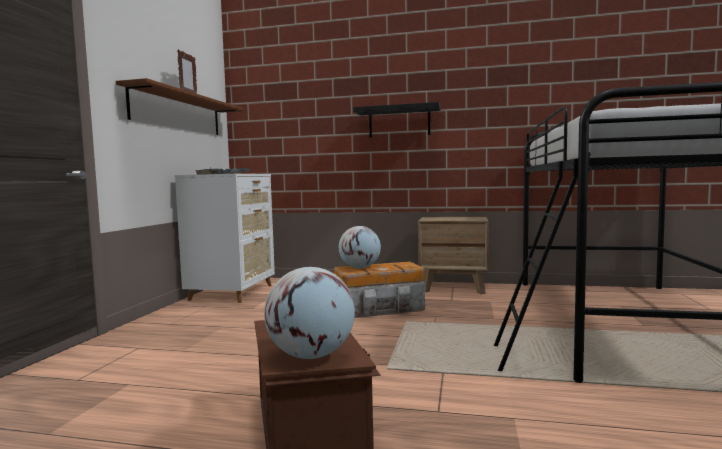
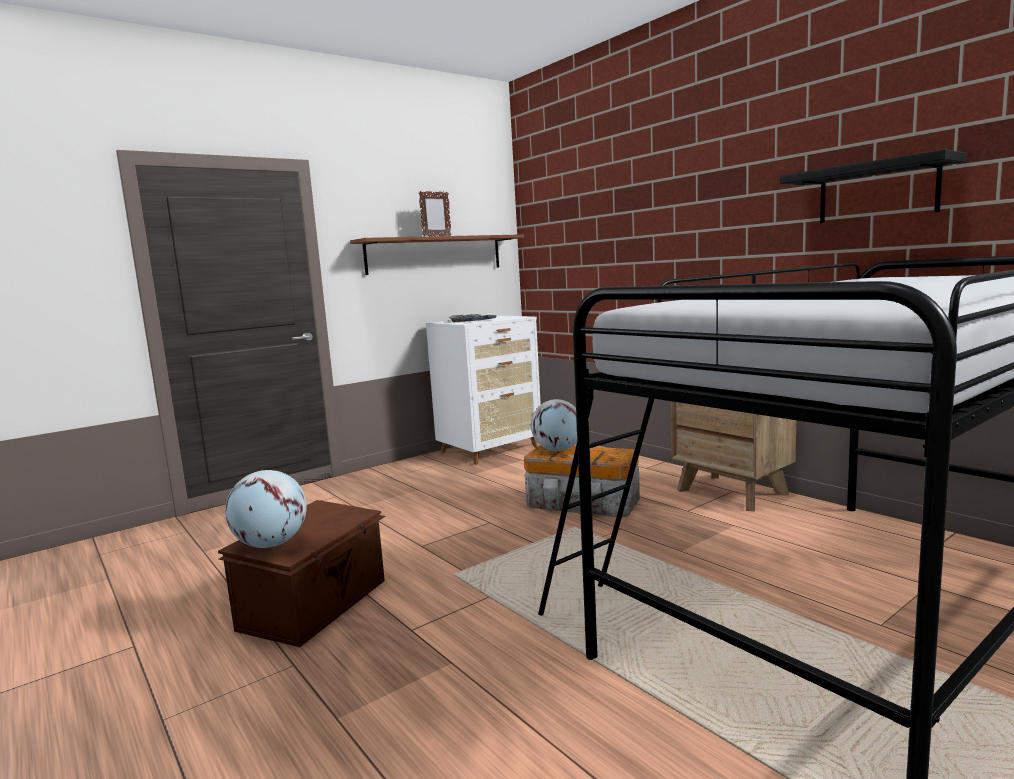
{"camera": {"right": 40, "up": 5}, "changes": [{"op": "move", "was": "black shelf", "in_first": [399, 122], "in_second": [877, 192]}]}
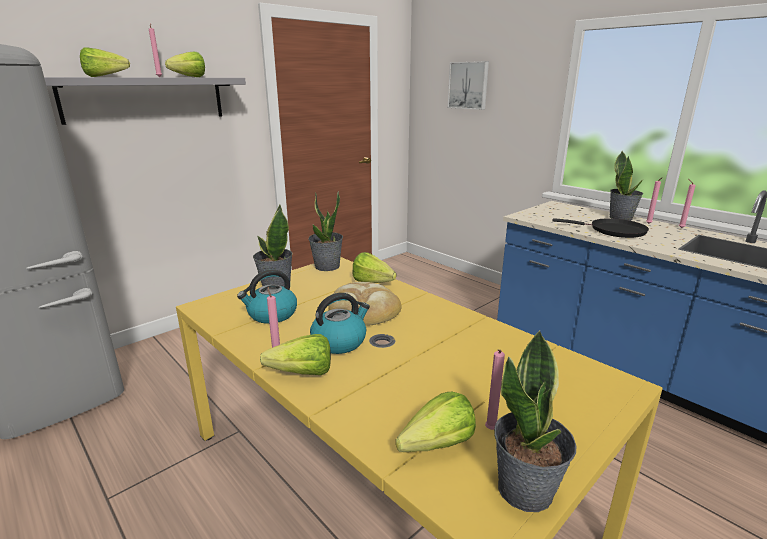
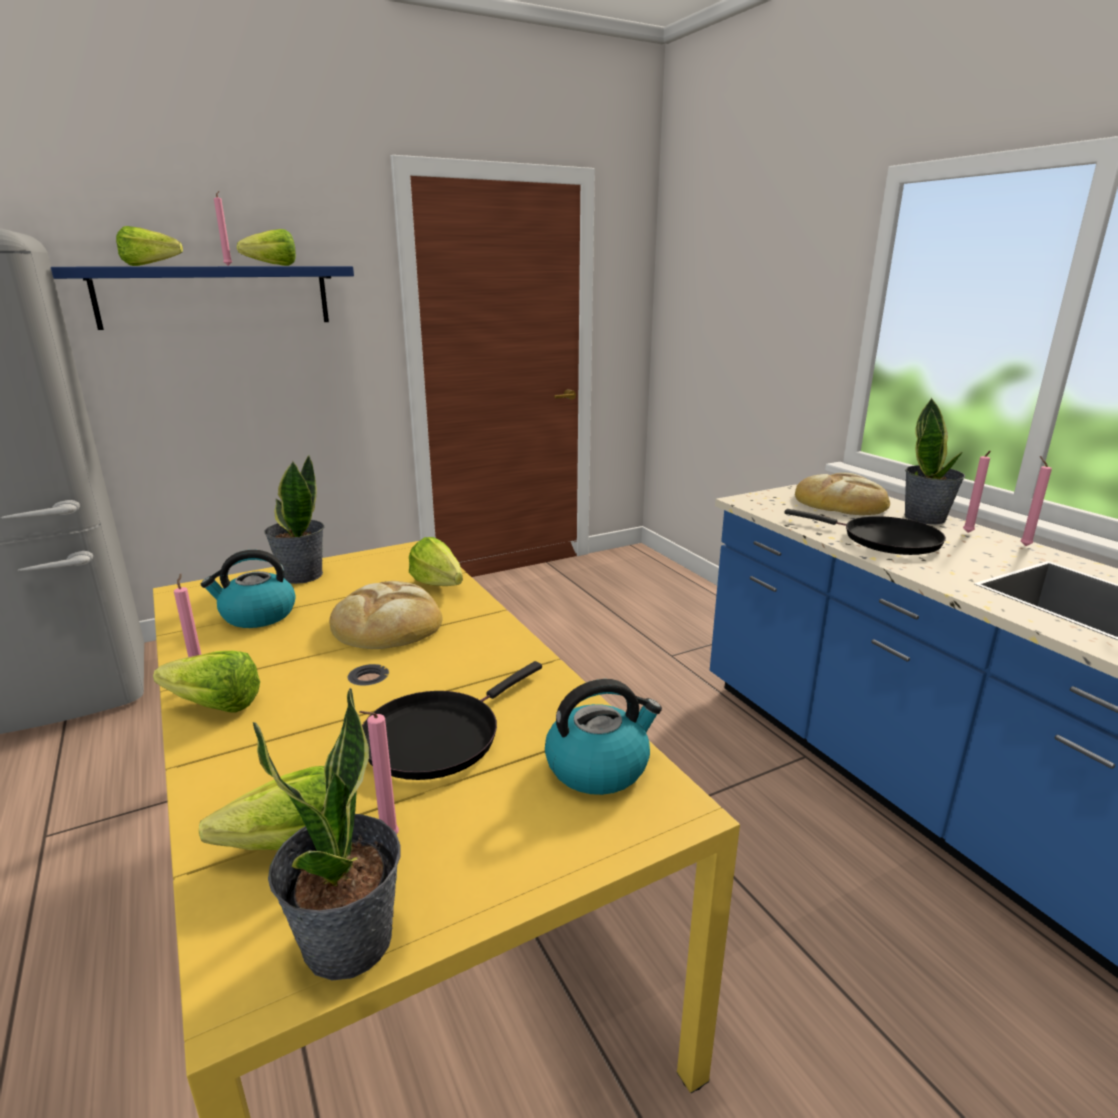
{"camera": {"right": 15, "up": 0}, "changes": [{"op": "recolor", "was": "grey shelf", "now": "blue shelf", "in_first": [146, 99], "in_second": [215, 296]}, {"op": "insert", "now": "black frying pan", "in_second": [437, 736]}, {"op": "move", "was": "kettle", "in_first": [339, 341], "in_second": [598, 766]}, {"op": "insert", "now": "bread", "in_second": [840, 502]}, {"op": "delete", "was": "potted plant", "in_first": [327, 266]}, {"op": "delete", "was": "picture", "in_first": [468, 85]}]}
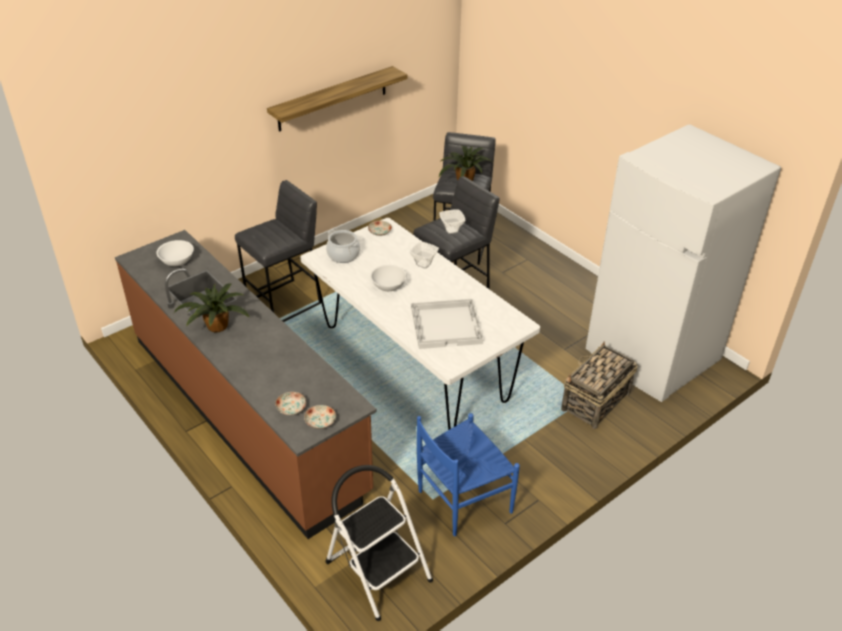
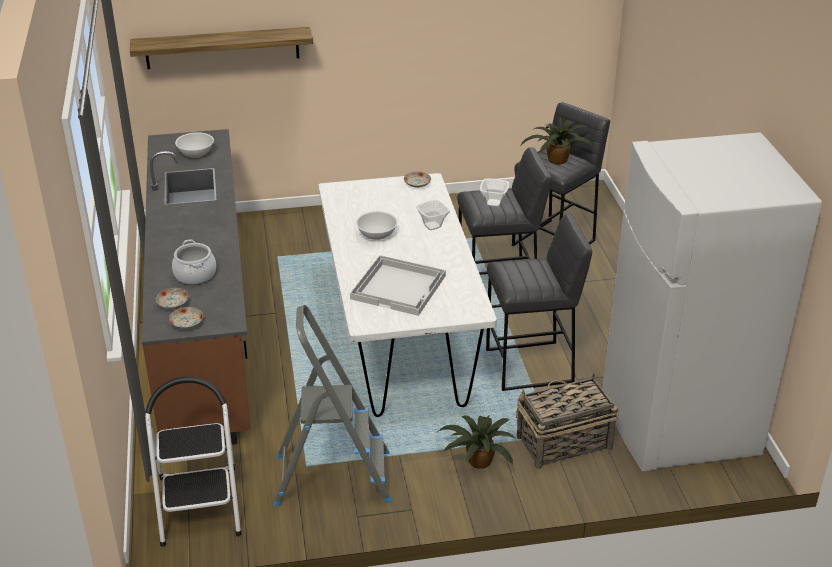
{"camera": {"right": 30, "up": -5}, "changes": [{"op": "move", "was": "shelf", "in_first": [332, 99], "in_second": [222, 48]}, {"op": "move", "was": "cooking pot", "in_first": [343, 255], "in_second": [195, 275]}, {"op": "replace", "was": "blue chair", "now": "grey step ladder", "in_first": [462, 500], "in_second": [334, 478]}, {"op": "move", "was": "potted plant", "in_first": [215, 327], "in_second": [477, 461]}, {"op": "move", "was": "grey stool", "in_first": [285, 302], "in_second": [531, 366]}]}
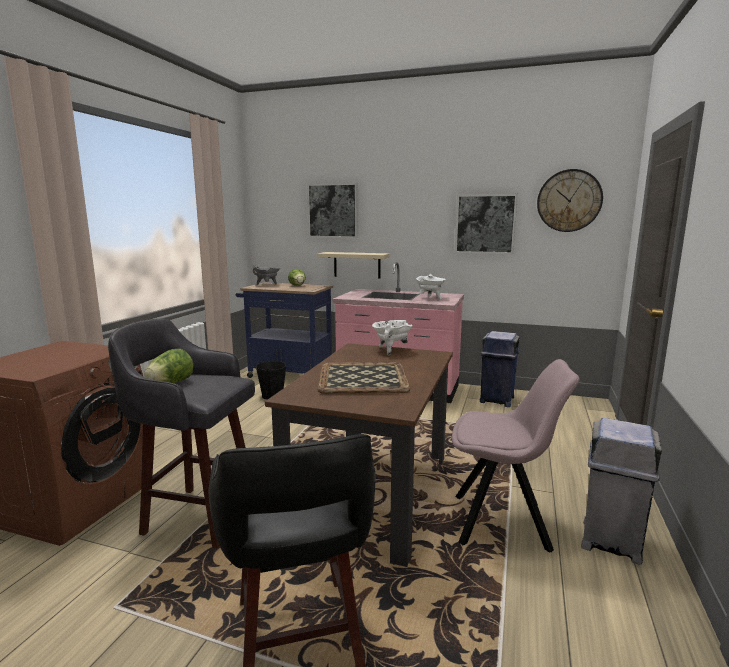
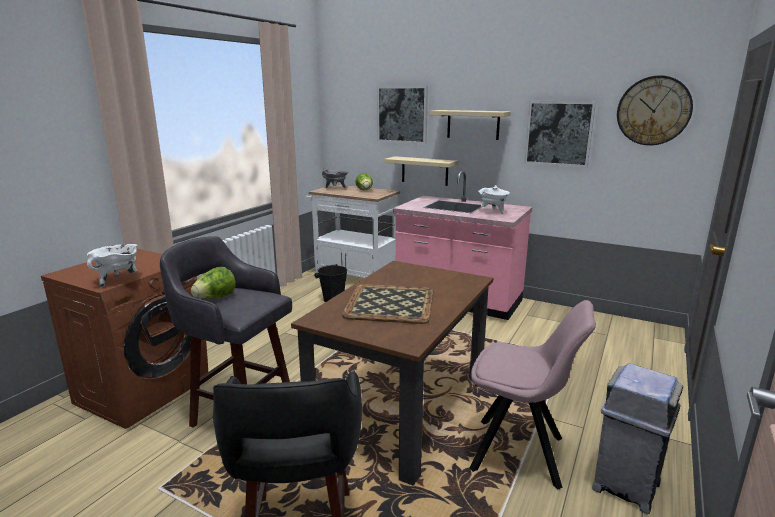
{"camera": {"right": 10, "up": 5}, "changes": [{"op": "move", "was": "white cooking pot", "in_first": [391, 350], "in_second": [118, 280]}, {"op": "recolor", "was": "blue cart", "now": "white cart", "in_first": [287, 374], "in_second": [353, 277]}, {"op": "insert", "now": "beige shelf", "in_second": [473, 124]}, {"op": "delete", "was": "blue trash can", "in_first": [496, 400]}]}
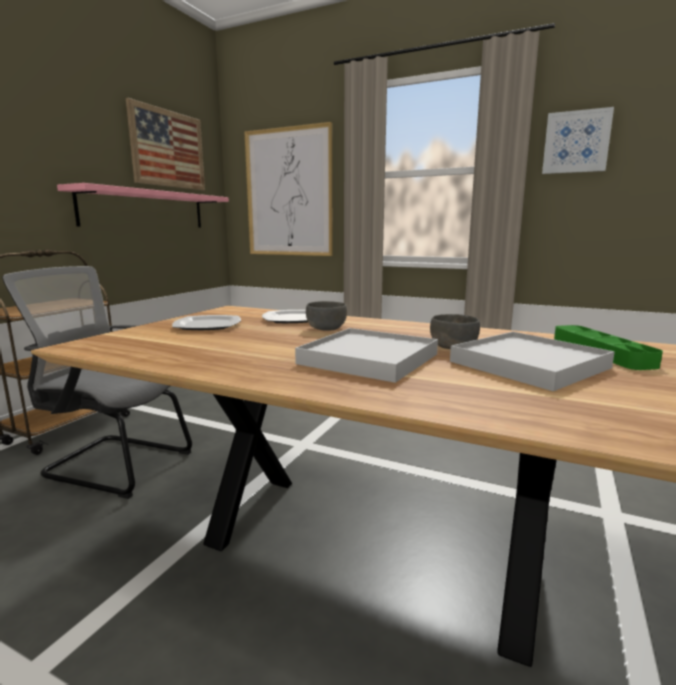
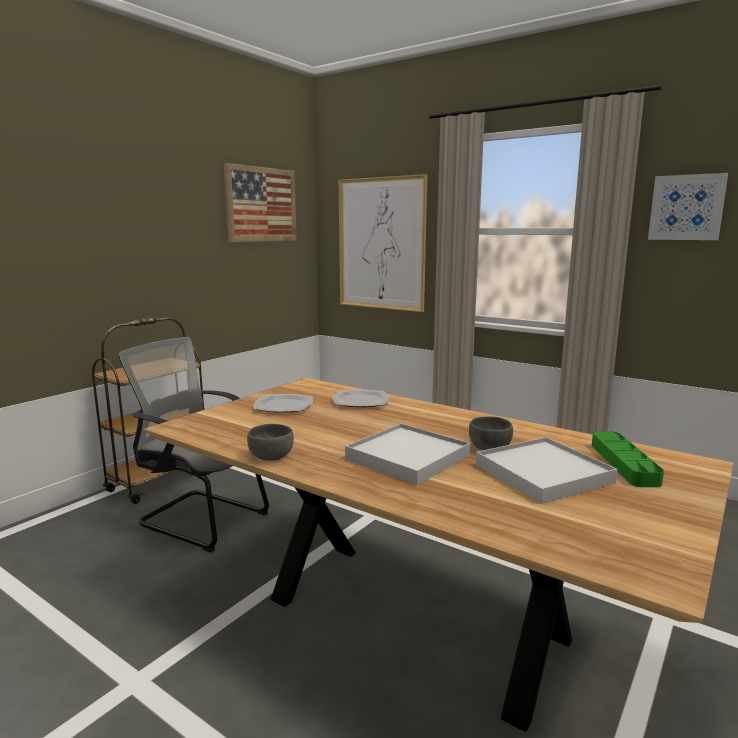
{"camera": {"right": 10, "up": 0}, "changes": [{"op": "move", "was": "grey bowl", "in_first": [327, 329], "in_second": [271, 456]}, {"op": "delete", "was": "pink shelf", "in_first": [145, 209]}]}
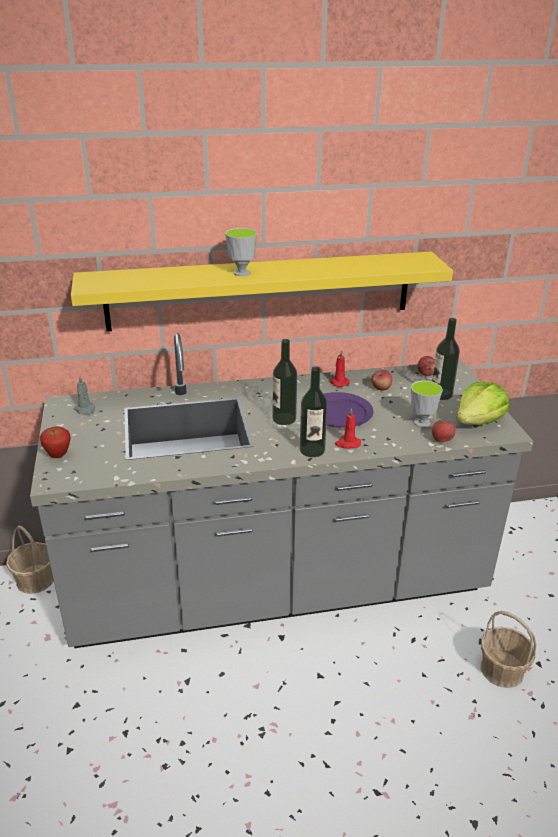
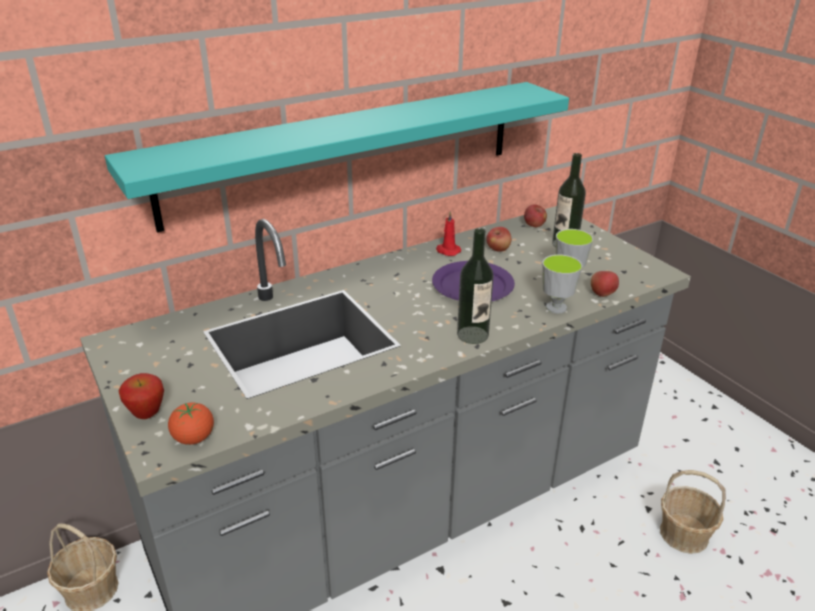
{"camera": {"right": -20, "up": 0}, "changes": [{"op": "recolor", "was": "yellow shelf", "now": "turquoise shelf", "in_first": [260, 291], "in_second": [346, 151]}, {"op": "insert", "now": "tomato", "in_second": [194, 438]}, {"op": "move", "was": "cup", "in_first": [242, 273], "in_second": [556, 307]}, {"op": "delete", "was": "grey candle", "in_first": [85, 410]}, {"op": "delete", "was": "bottle", "in_first": [284, 418]}, {"op": "delete", "was": "red candle", "in_first": [347, 443]}, {"op": "delete", "was": "lettuce", "in_first": [478, 421]}]}
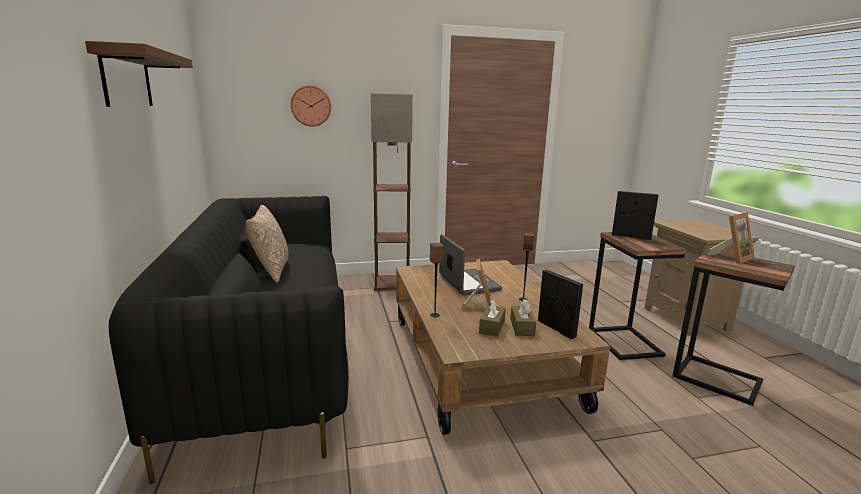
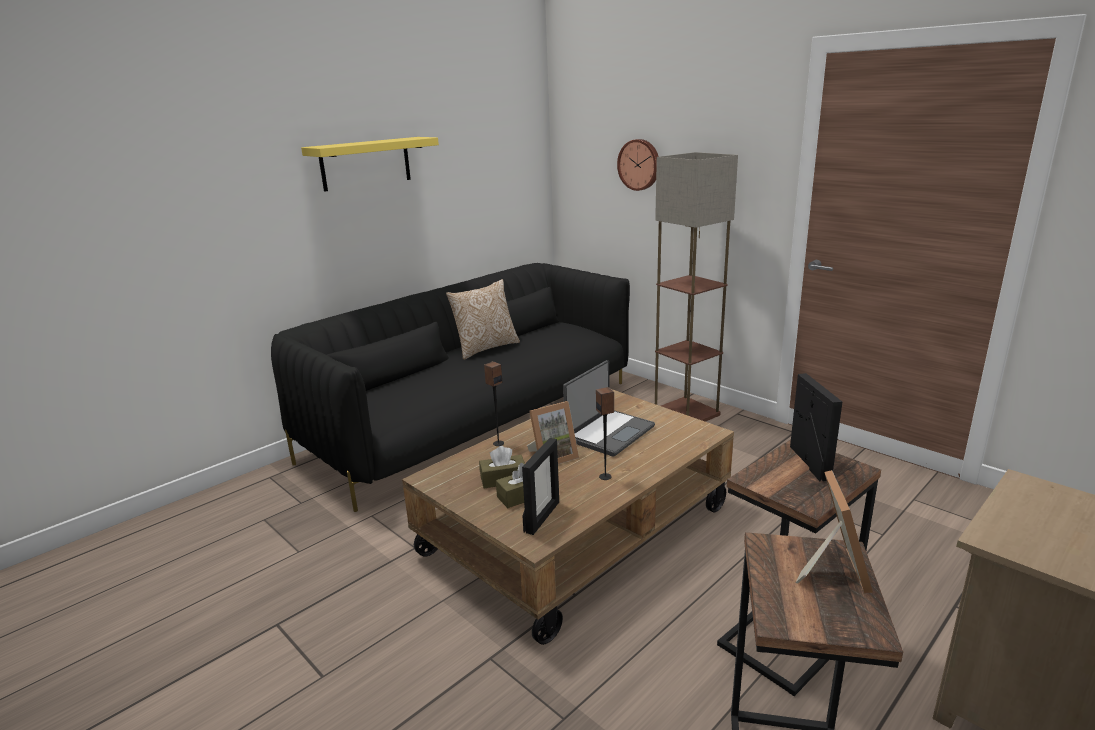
{"camera": {"right": 60, "up": 5}, "changes": [{"op": "recolor", "was": "brown shelf", "now": "yellow shelf", "in_first": [127, 78], "in_second": [366, 163]}, {"op": "rotate", "was": "picture frame", "in_first": [732, 258], "in_second": [831, 569], "clockwise": -105}]}
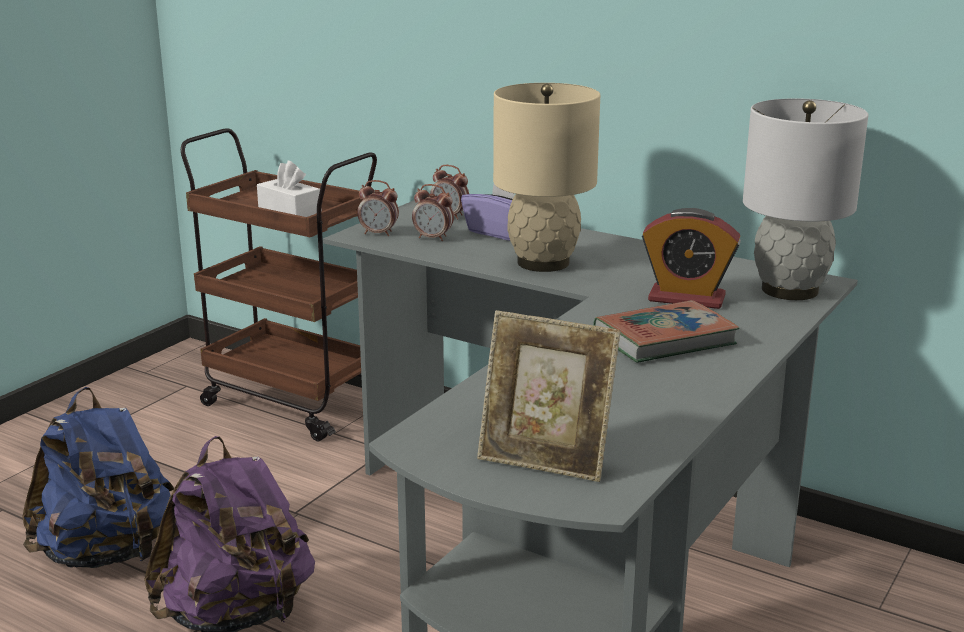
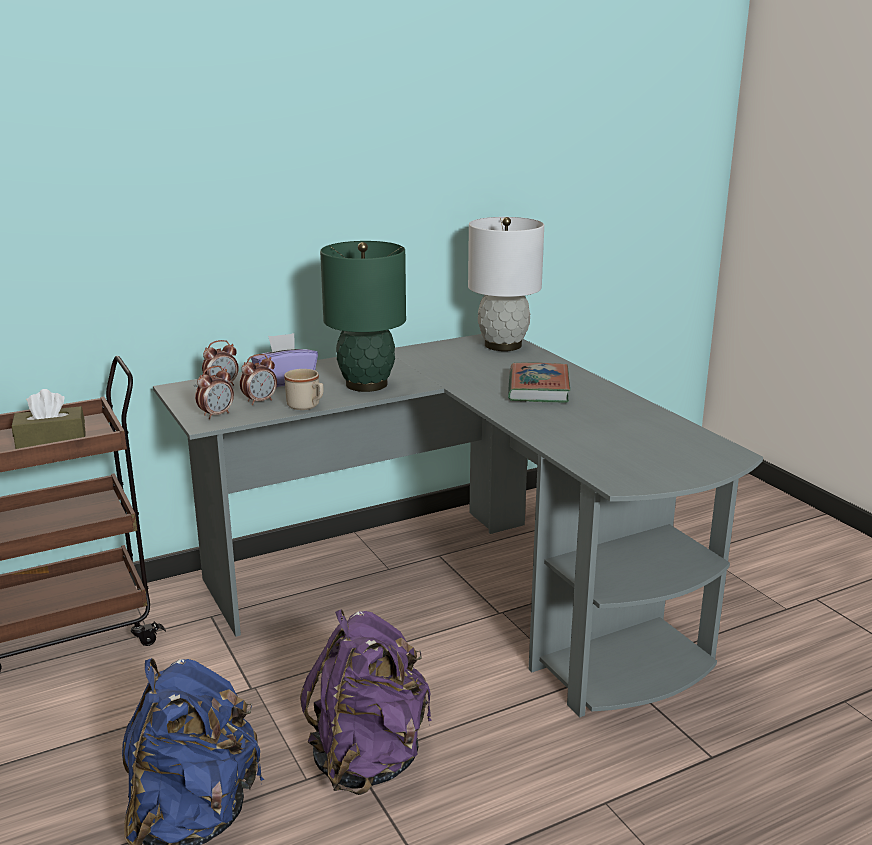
{"camera": {"right": -60, "up": 0}, "changes": [{"op": "recolor", "was": "white tissue box", "now": "brown tissue box", "in_first": [290, 212], "in_second": [51, 441]}, {"op": "insert", "now": "beige mug", "in_second": [307, 406]}, {"op": "recolor", "was": "beige table lamp", "now": "green table lamp", "in_first": [543, 263], "in_second": [366, 384]}, {"op": "delete", "was": "picture frame", "in_first": [545, 460]}, {"op": "delete", "was": "alarm clock", "in_first": [686, 298]}]}
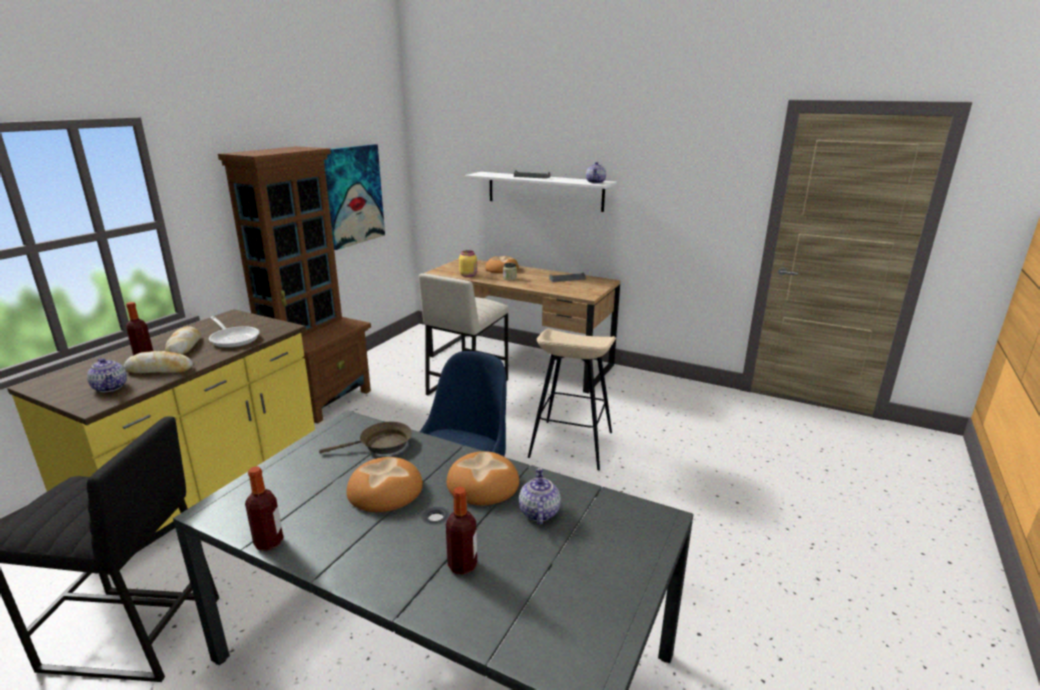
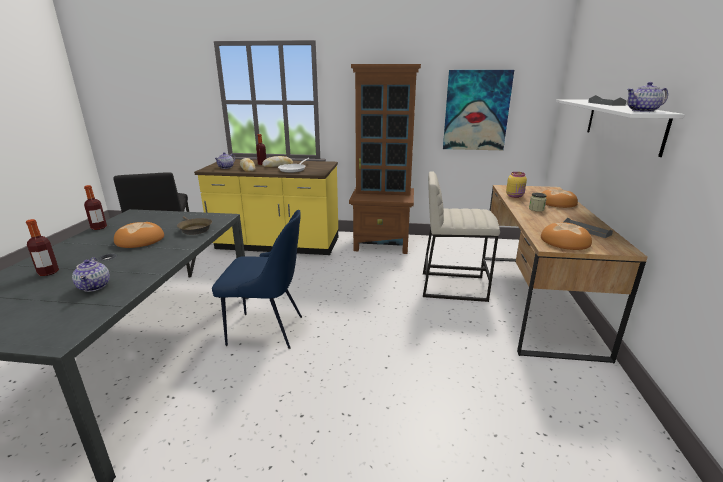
{"camera": {"right": 70, "up": 0}, "changes": [{"op": "rotate", "was": "teapot", "in_first": [538, 513], "in_second": [95, 286], "clockwise": 90}, {"op": "move", "was": "bread", "in_first": [483, 484], "in_second": [565, 241]}, {"op": "delete", "was": "beige stool", "in_first": [570, 444]}]}
